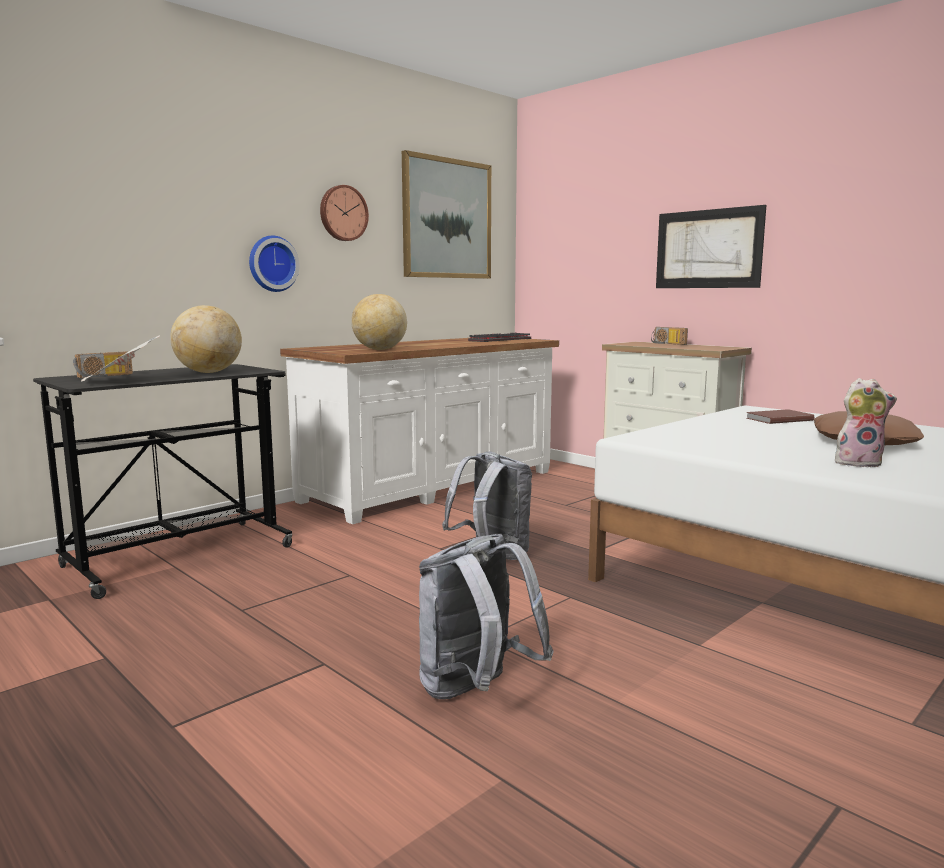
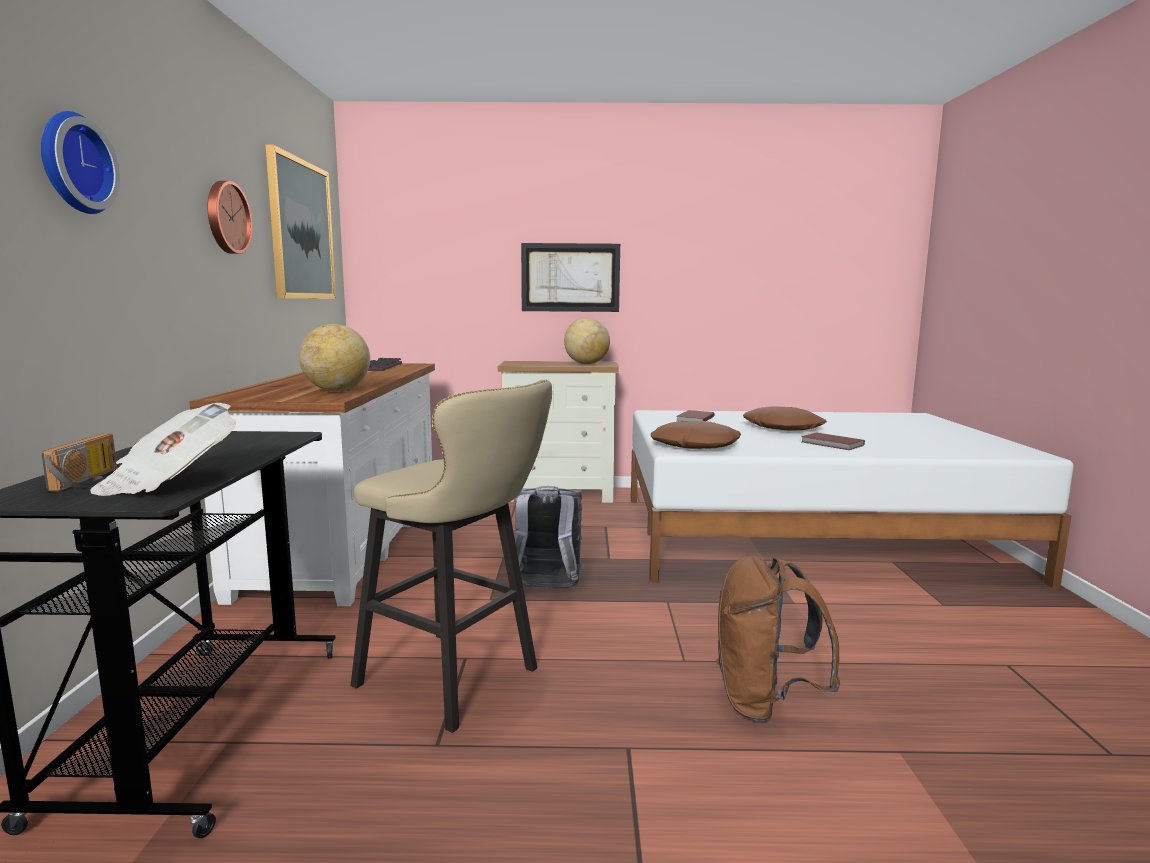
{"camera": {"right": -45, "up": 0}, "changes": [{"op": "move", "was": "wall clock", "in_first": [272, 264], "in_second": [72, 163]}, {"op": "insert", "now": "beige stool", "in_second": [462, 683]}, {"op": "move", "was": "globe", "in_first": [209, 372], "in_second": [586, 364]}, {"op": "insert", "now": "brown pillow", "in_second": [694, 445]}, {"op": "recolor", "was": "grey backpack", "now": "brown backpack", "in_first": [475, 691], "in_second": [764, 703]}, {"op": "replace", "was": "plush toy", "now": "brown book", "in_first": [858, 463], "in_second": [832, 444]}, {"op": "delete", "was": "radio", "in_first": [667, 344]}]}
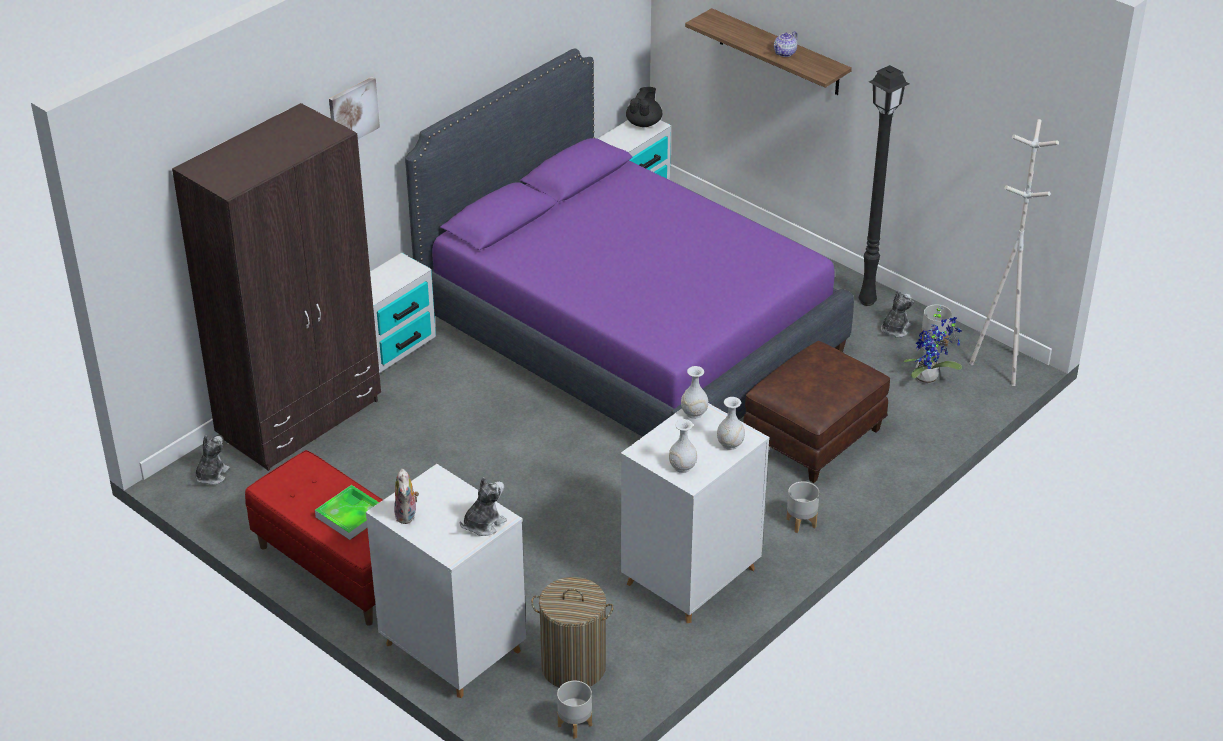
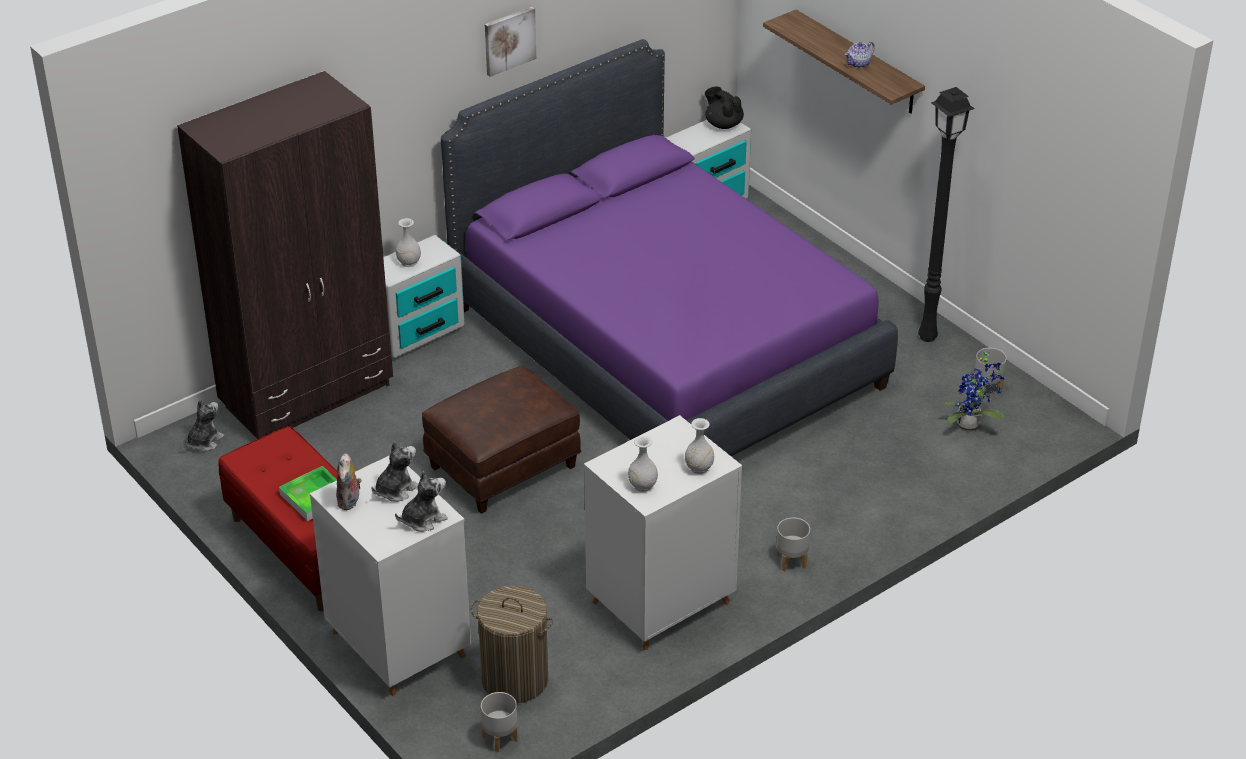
{"camera": {"right": 10, "up": 0}, "changes": [{"op": "move", "was": "plush toy", "in_first": [894, 329], "in_second": [395, 490]}, {"op": "move", "was": "white vase", "in_first": [693, 413], "in_second": [408, 262]}, {"op": "move", "was": "brown ottoman", "in_first": [813, 436], "in_second": [503, 466]}, {"op": "move", "was": "picture", "in_first": [352, 112], "in_second": [509, 40]}, {"op": "rotate", "was": "black teapot", "in_first": [644, 123], "in_second": [723, 124], "clockwise": -75}, {"op": "delete", "was": "grey clothes rack", "in_first": [1000, 368]}]}
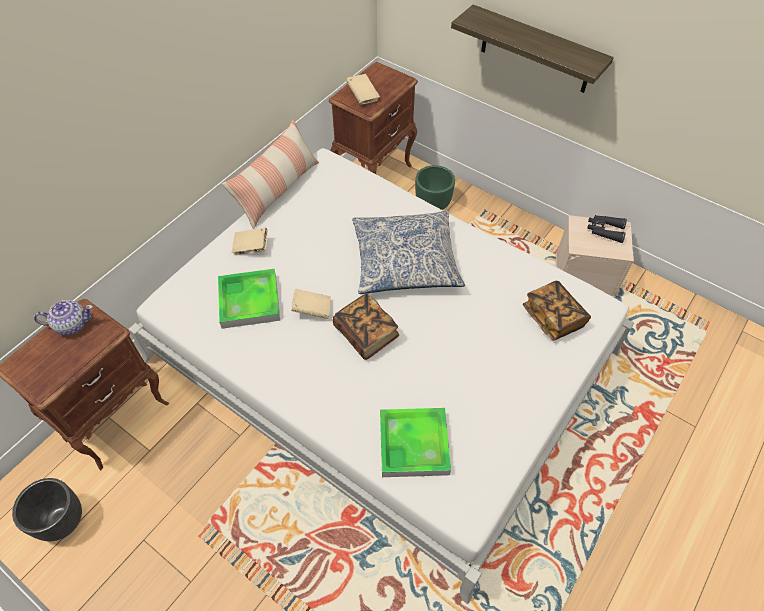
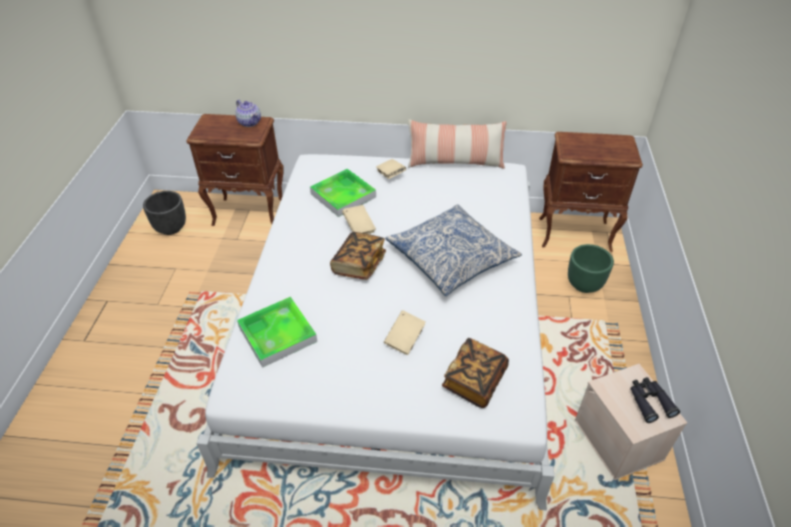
{"camera": {"right": 60, "up": -10}, "changes": [{"op": "move", "was": "beige book", "in_first": [363, 96], "in_second": [405, 339]}, {"op": "delete", "was": "shelf", "in_first": [535, 50]}]}
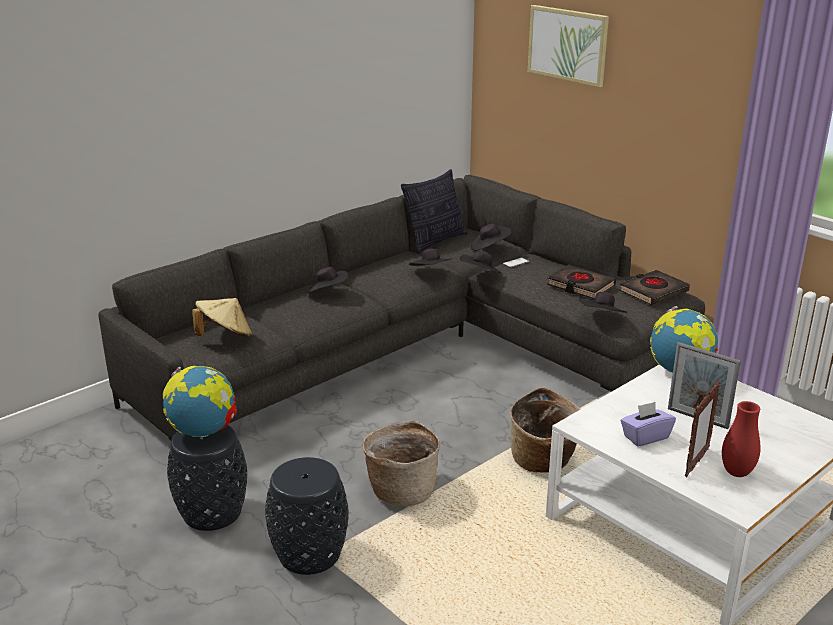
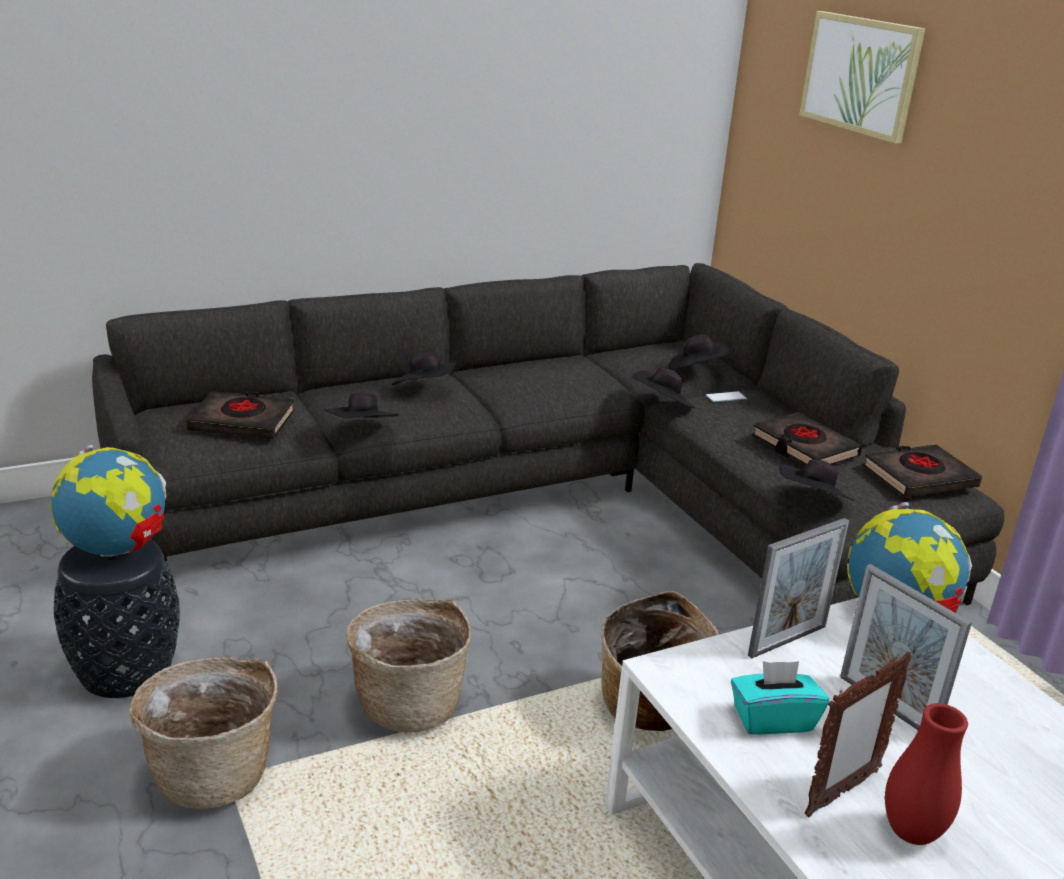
{"camera": {"right": 15, "up": 0}, "changes": [{"op": "replace", "was": "black stool", "now": "basket", "in_first": [310, 554], "in_second": [213, 772]}, {"op": "replace", "was": "beige hat", "now": "black book", "in_first": [225, 337], "in_second": [243, 422]}, {"op": "move", "was": "black hat", "in_first": [431, 273], "in_second": [362, 431]}, {"op": "recolor", "was": "purple tissue box", "now": "turquoise tissue box", "in_first": [645, 437], "in_second": [772, 719]}, {"op": "insert", "now": "picture frame", "in_second": [787, 641]}, {"op": "delete", "was": "pillow", "in_first": [435, 241]}]}
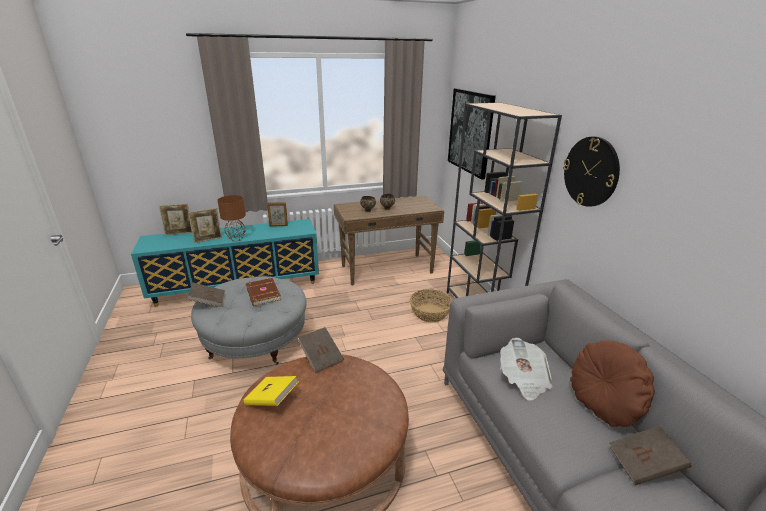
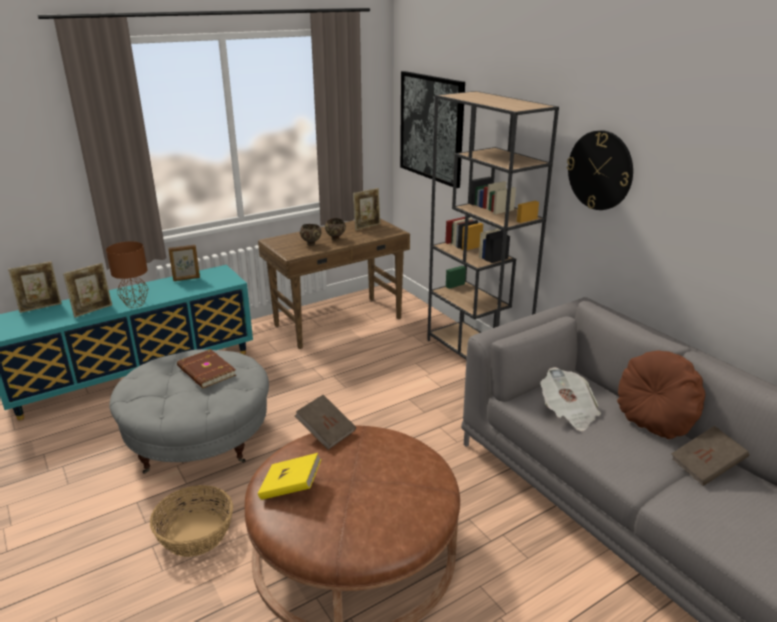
{"camera": {"right": -15, "up": 0}, "changes": [{"op": "move", "was": "basket", "in_first": [429, 313], "in_second": [195, 533]}, {"op": "insert", "now": "picture frame", "in_second": [367, 226]}, {"op": "delete", "was": "brown book", "in_first": [208, 301]}]}
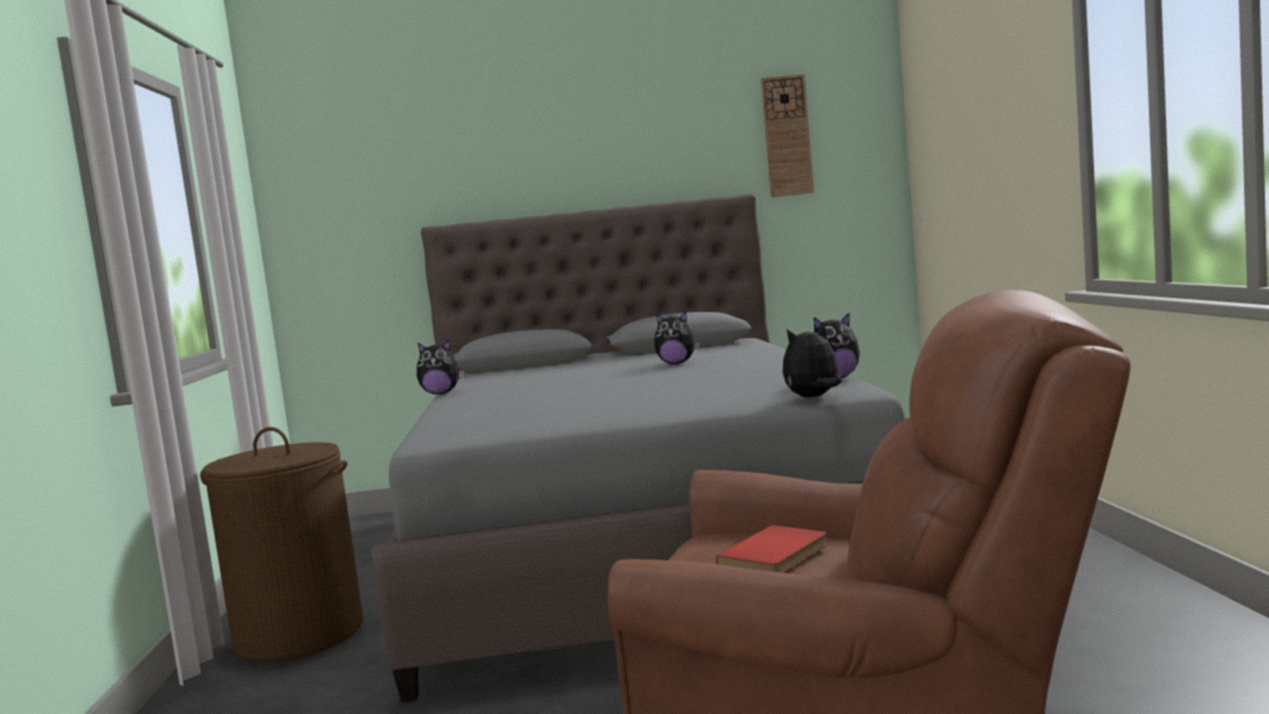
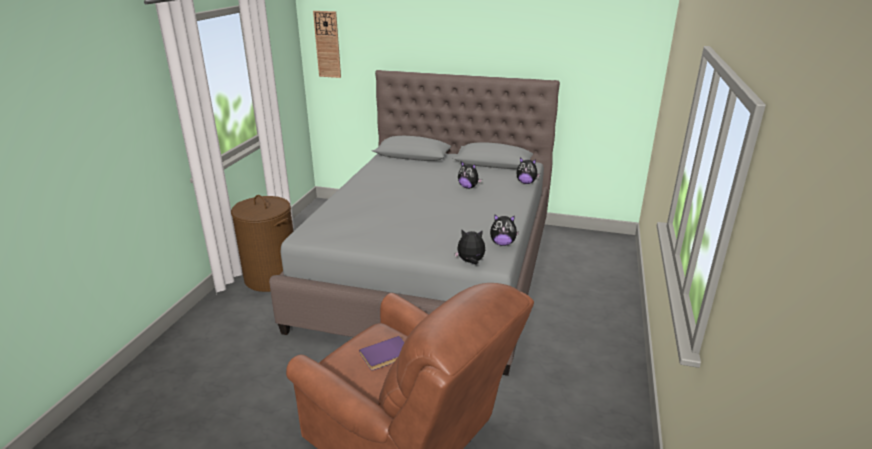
{"camera": {"right": 20, "up": 20}, "changes": [{"op": "move", "was": "wall clock", "in_first": [787, 136], "in_second": [327, 44]}, {"op": "recolor", "was": "red book", "now": "purple book", "in_first": [777, 556], "in_second": [386, 355]}, {"op": "move", "was": "plush toy", "in_first": [441, 393], "in_second": [526, 182]}]}
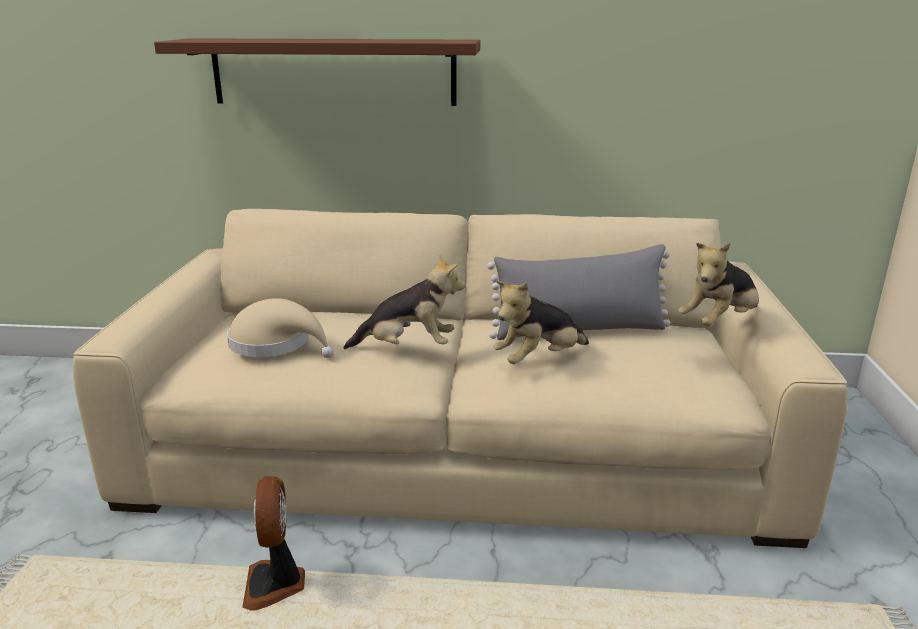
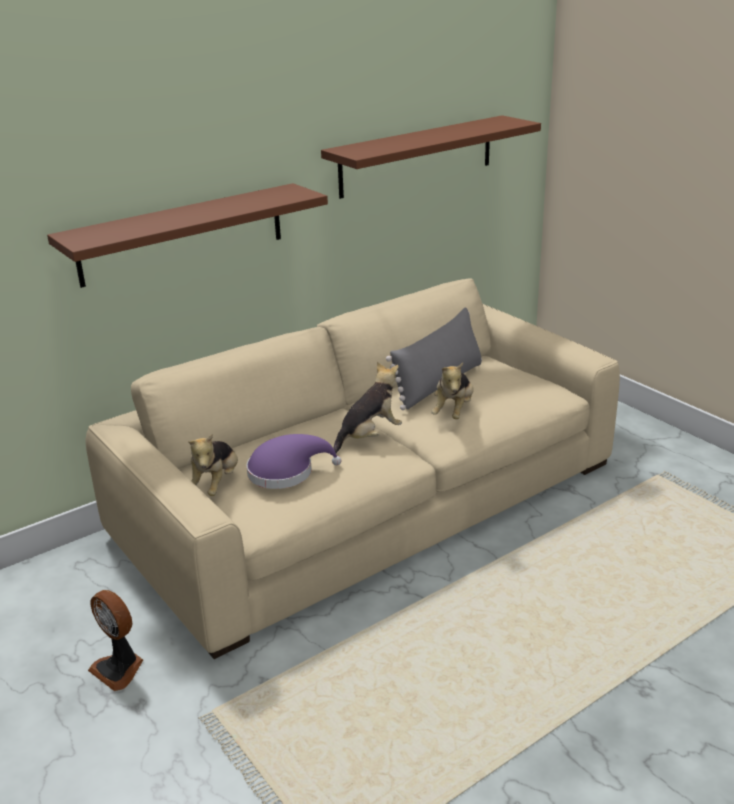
{"camera": {"right": -40, "up": 5}, "changes": [{"op": "move", "was": "fan", "in_first": [275, 584], "in_second": [119, 668]}, {"op": "move", "was": "plush toy", "in_first": [719, 322], "in_second": [216, 484]}, {"op": "recolor", "was": "beige hat", "now": "purple hat", "in_first": [276, 344], "in_second": [286, 472]}, {"op": "insert", "now": "brown shelf", "in_second": [417, 156]}]}
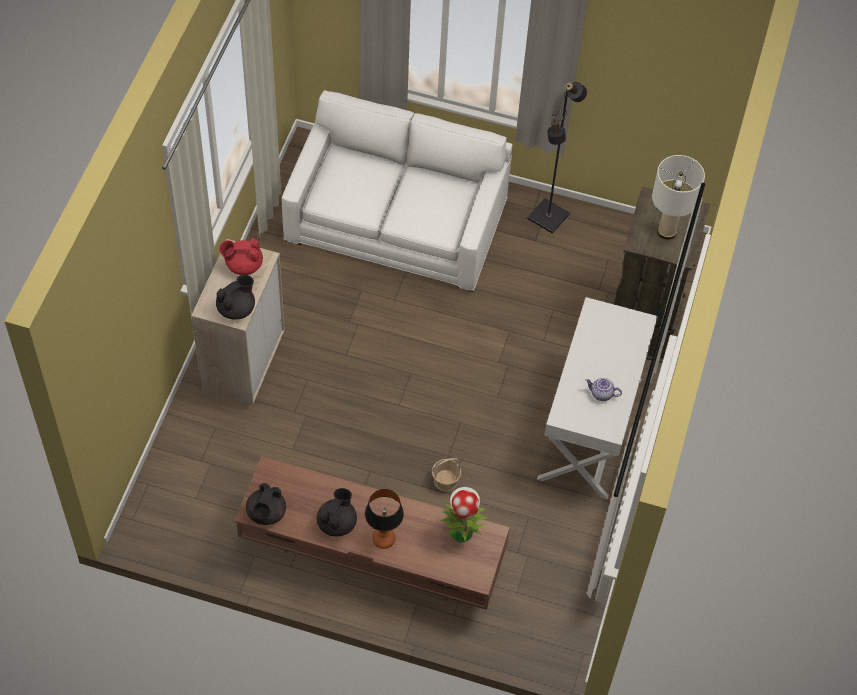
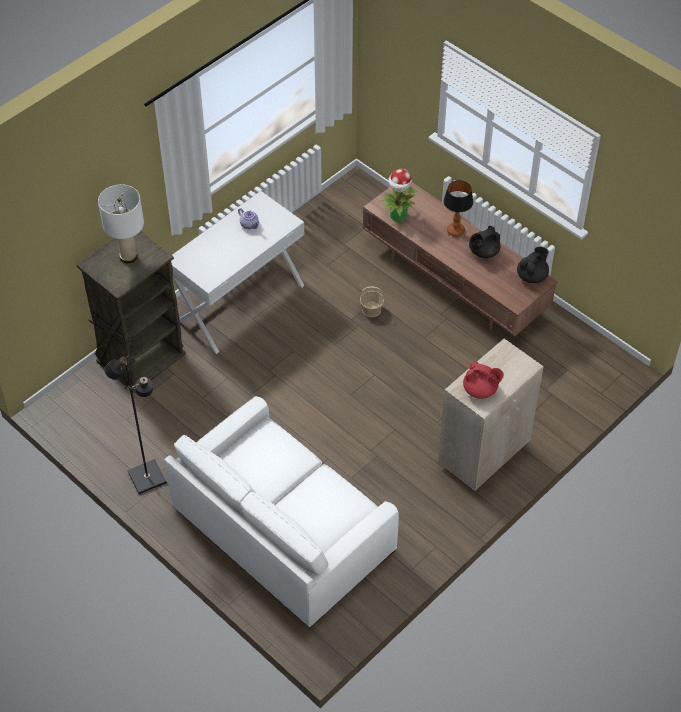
{"camera": {"right": -150, "up": -5}, "changes": [{"op": "delete", "was": "black teapot", "in_first": [236, 308]}]}
